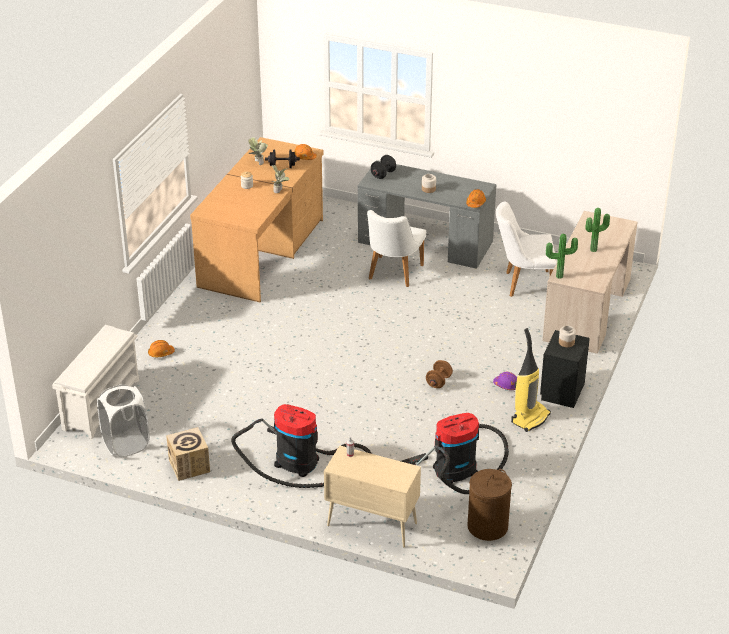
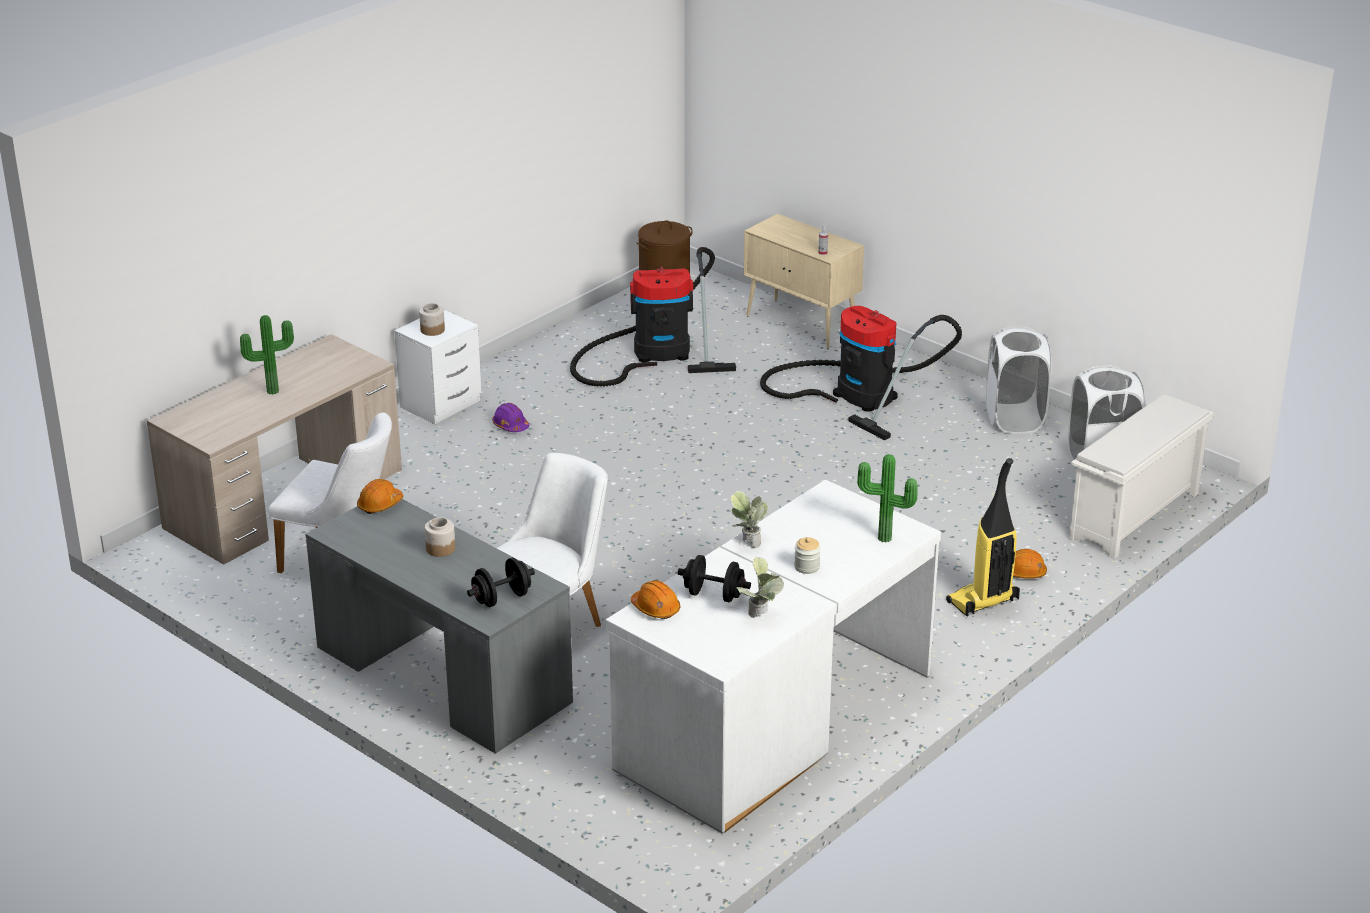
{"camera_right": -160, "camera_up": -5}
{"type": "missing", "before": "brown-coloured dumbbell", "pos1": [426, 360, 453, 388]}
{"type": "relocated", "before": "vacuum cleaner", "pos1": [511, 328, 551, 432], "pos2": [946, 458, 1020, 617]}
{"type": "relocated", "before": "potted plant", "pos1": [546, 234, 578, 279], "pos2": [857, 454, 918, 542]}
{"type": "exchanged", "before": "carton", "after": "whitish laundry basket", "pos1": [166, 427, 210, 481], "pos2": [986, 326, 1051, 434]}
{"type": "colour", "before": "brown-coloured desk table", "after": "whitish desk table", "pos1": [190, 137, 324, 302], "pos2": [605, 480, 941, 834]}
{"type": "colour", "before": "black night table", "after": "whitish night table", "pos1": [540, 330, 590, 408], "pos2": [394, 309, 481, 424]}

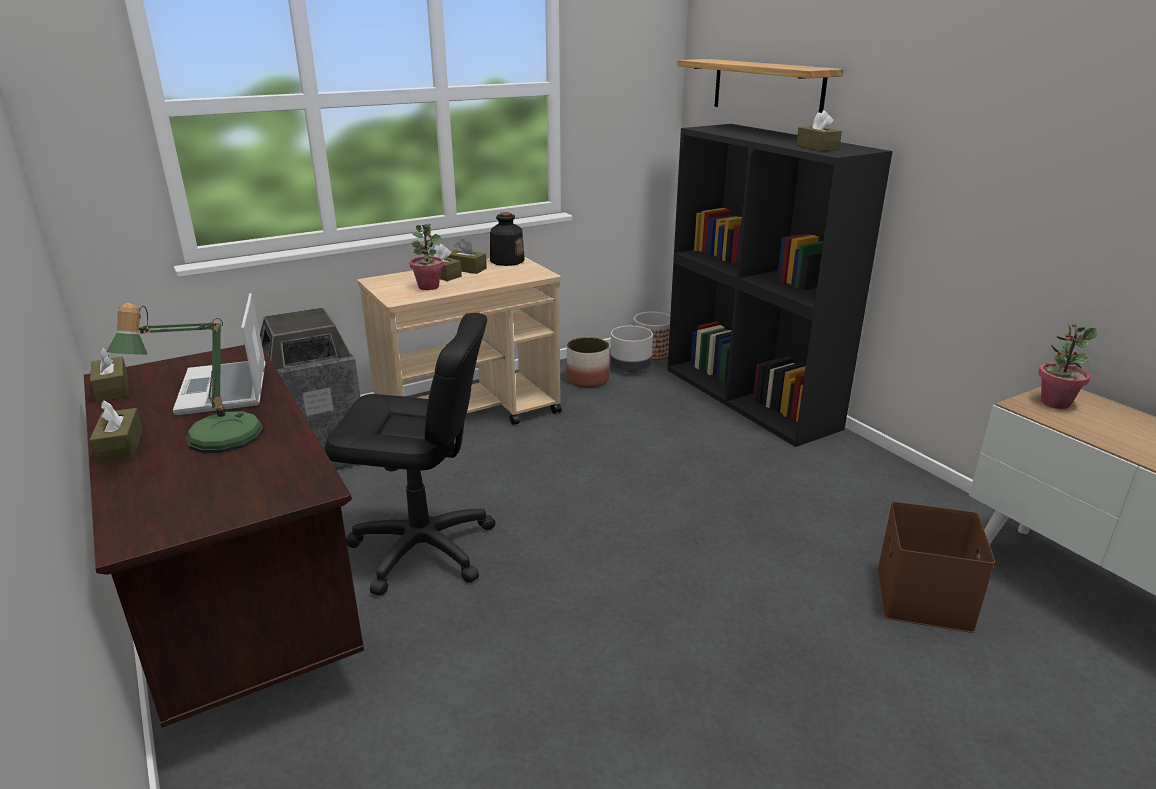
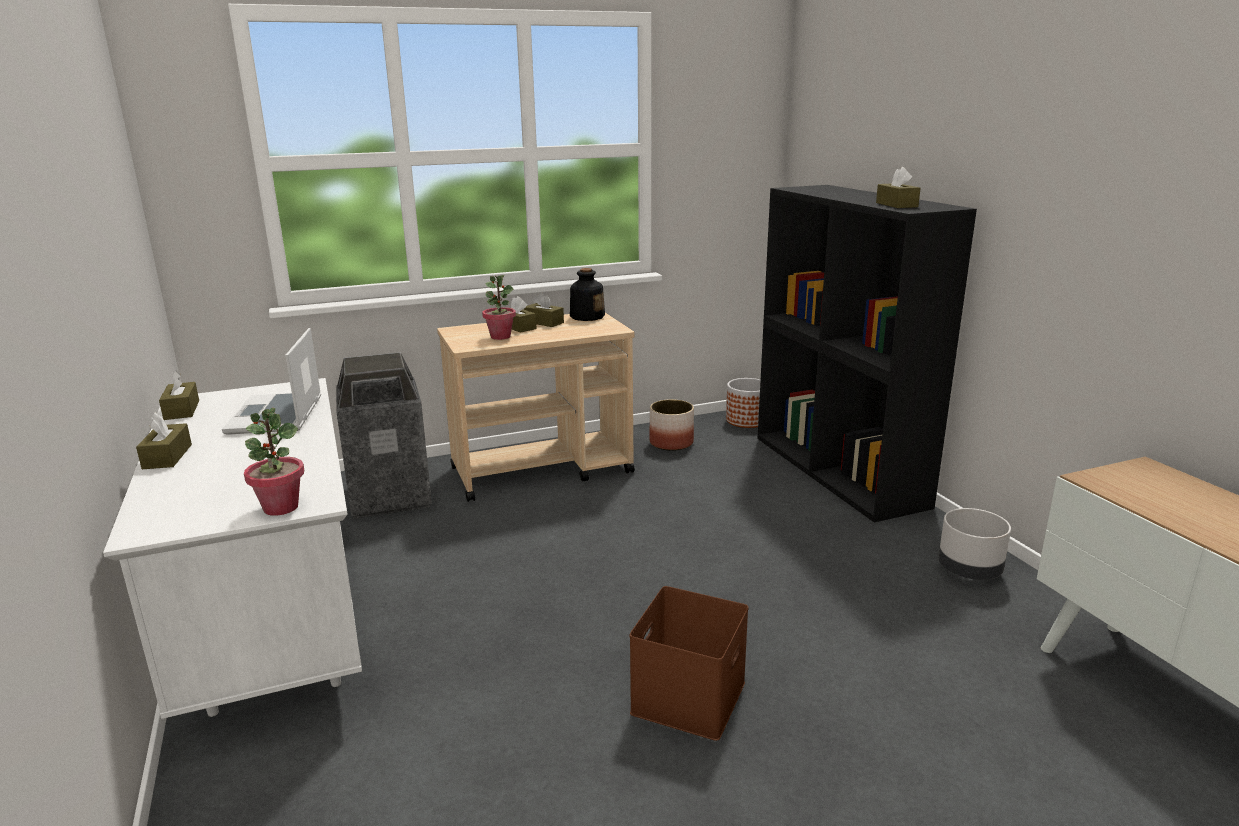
{"camera_right": 10, "camera_up": -5}
{"type": "missing", "before": "table lamp", "pos1": [106, 303, 264, 453]}
{"type": "missing", "before": "black office chair", "pos1": [325, 313, 495, 596]}
{"type": "missing", "before": "bracket shelf", "pos1": [677, 59, 844, 113]}
{"type": "relocated", "before": "grey plant pot", "pos1": [610, 326, 653, 372], "pos2": [938, 508, 1011, 580]}
{"type": "relocated", "before": "brown-coloured storage box", "pos1": [877, 501, 995, 633], "pos2": [629, 586, 749, 741]}
{"type": "relocated", "before": "potted plant", "pos1": [1039, 324, 1097, 409], "pos2": [244, 408, 304, 516]}
{"type": "colour", "before": "brown-coloured desk table", "after": "whitish desk table", "pos1": [84, 345, 364, 728], "pos2": [103, 378, 362, 719]}

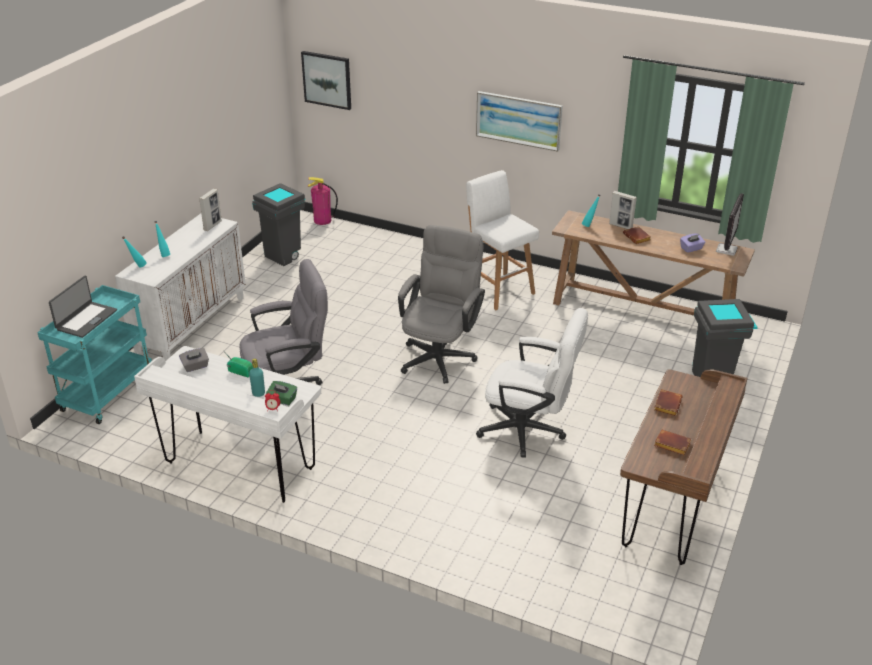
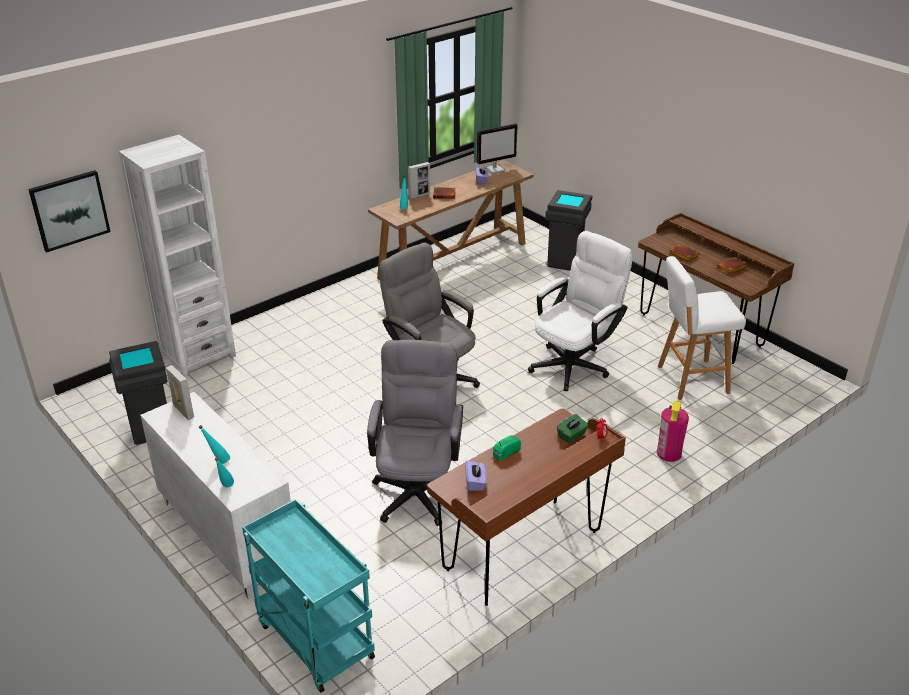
{"camera_right": -65, "camera_up": 0}
{"type": "missing", "before": "notebook computer", "pos1": [49, 276, 117, 338]}
{"type": "missing", "before": "turquoise-coloured beverage bottle", "pos1": [249, 358, 265, 397]}
{"type": "missing", "before": "picture", "pos1": [476, 91, 563, 152]}
{"type": "appeared", "after": "whitish bookshelf", "pos2": [119, 135, 236, 378]}
{"type": "relocated", "before": "fire extinguisher", "pos1": [308, 177, 338, 225], "pos2": [657, 401, 689, 462]}
{"type": "relocated", "before": "whitish stool seat", "pos1": [466, 170, 539, 310], "pos2": [658, 256, 746, 400]}
{"type": "colour", "before": "whitish desk table", "after": "brown-coloured desk table", "pos1": [134, 346, 321, 503], "pos2": [427, 409, 626, 606]}
{"type": "colour", "before": "grey tissue holder", "after": "purple-coloured tissue holder", "pos1": [179, 348, 209, 372], "pos2": [465, 461, 486, 491]}
{"type": "spun", "before": "computer display", "pos1": [716, 193, 744, 256], "pos2": [477, 124, 517, 174], "turn": 105}

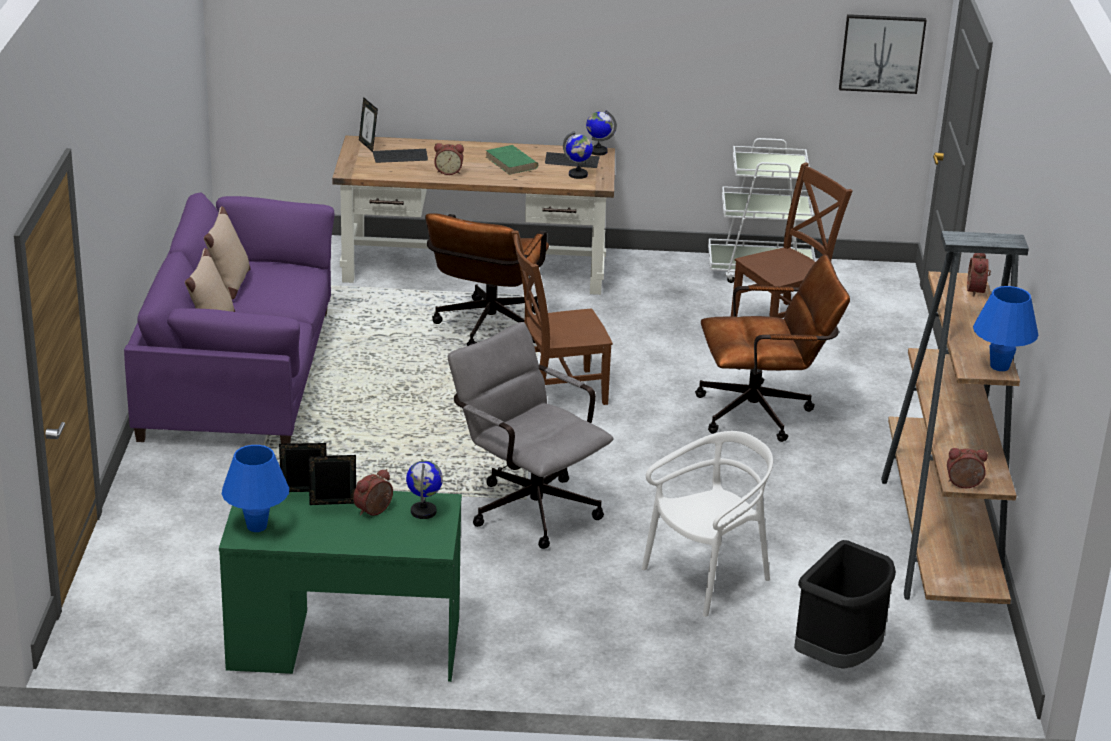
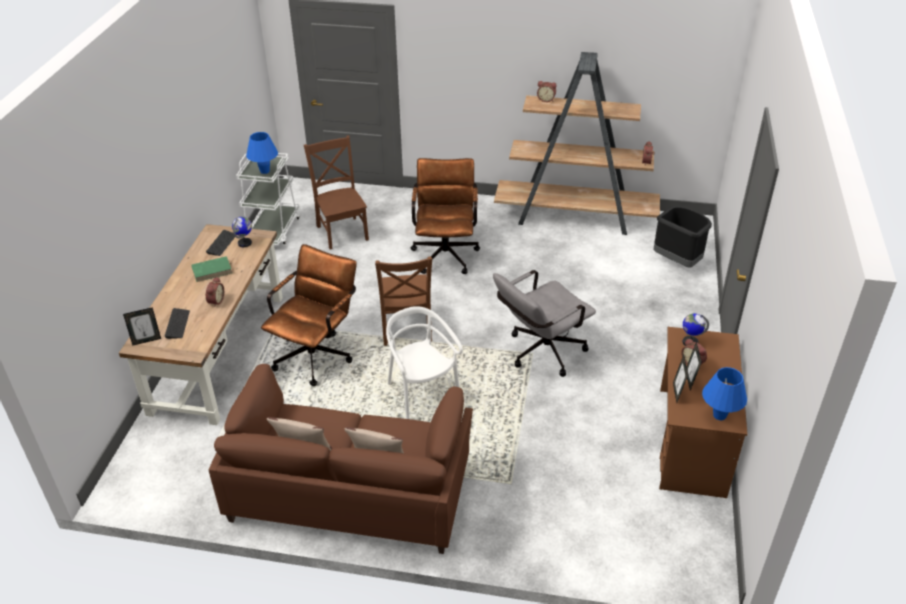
{"camera_right": -80, "camera_up": 10}
{"type": "missing", "before": "globe", "pos1": [586, 110, 617, 155]}
{"type": "missing", "before": "picture", "pos1": [839, 14, 927, 94]}
{"type": "relocated", "before": "whitish plain chair", "pos1": [641, 431, 773, 617], "pos2": [386, 306, 463, 419]}
{"type": "relocated", "before": "bluish table lamp", "pos1": [973, 286, 1038, 371], "pos2": [246, 132, 278, 174]}
{"type": "colour", "before": "purple-coloured sofa", "after": "brown-coloured sofa", "pos1": [124, 193, 334, 444], "pos2": [209, 364, 473, 554]}
{"type": "colour", "before": "green desk table", "after": "brown-coloured desk table", "pos1": [219, 491, 462, 682], "pos2": [659, 327, 748, 498]}
{"type": "spun", "before": "brown-coloured office chair", "pos1": [425, 213, 549, 346], "pos2": [261, 244, 357, 386], "turn": -90}

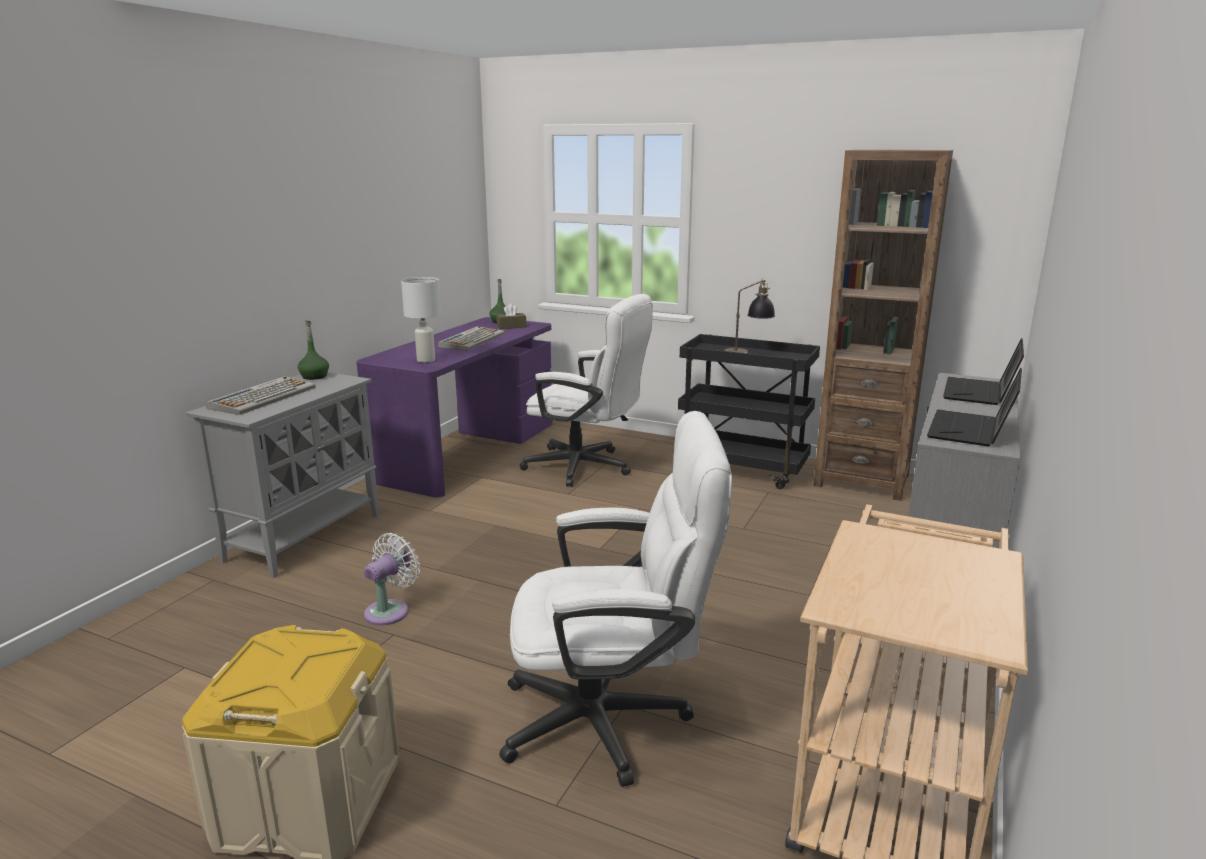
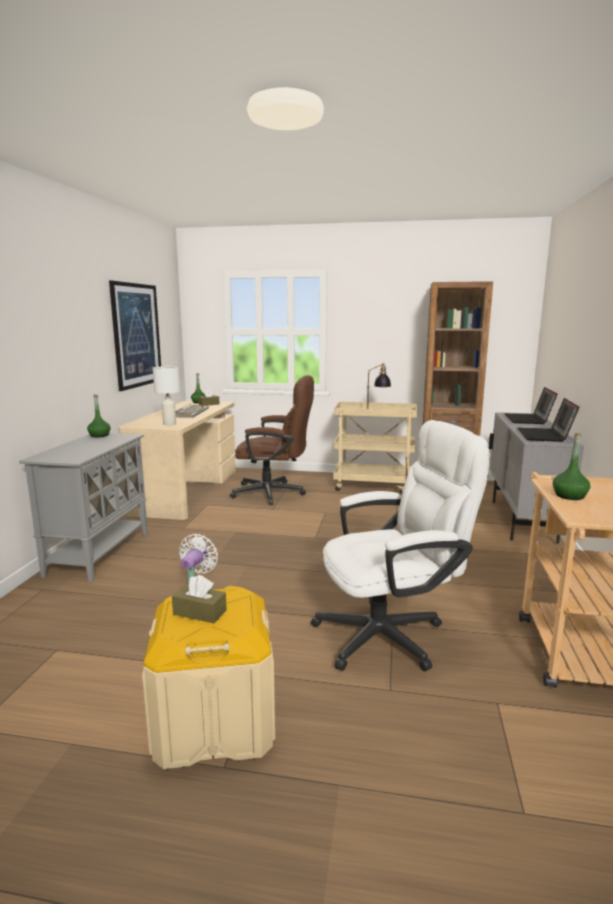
{"camera_right": -15, "camera_up": -5}
{"type": "missing", "before": "PC keyboard", "pos1": [206, 376, 316, 415]}
{"type": "appeared", "after": "picture", "pos2": [109, 281, 161, 391]}
{"type": "appeared", "after": "brown-coloured tissue holder", "pos2": [172, 575, 227, 623]}
{"type": "appeared", "after": "green beverage bottle", "pos2": [553, 433, 590, 500]}
{"type": "colour", "before": "purple-coloured desk table", "after": "beige-coloured desk table", "pos1": [357, 317, 552, 498], "pos2": [118, 401, 236, 520]}
{"type": "colour", "before": "whitish office chair", "after": "brown-coloured office chair", "pos1": [519, 294, 653, 487], "pos2": [230, 375, 314, 505]}
{"type": "colour", "before": "black wheeled cart", "after": "beige-coloured wheeled cart", "pos1": [678, 334, 820, 489], "pos2": [333, 402, 417, 494]}

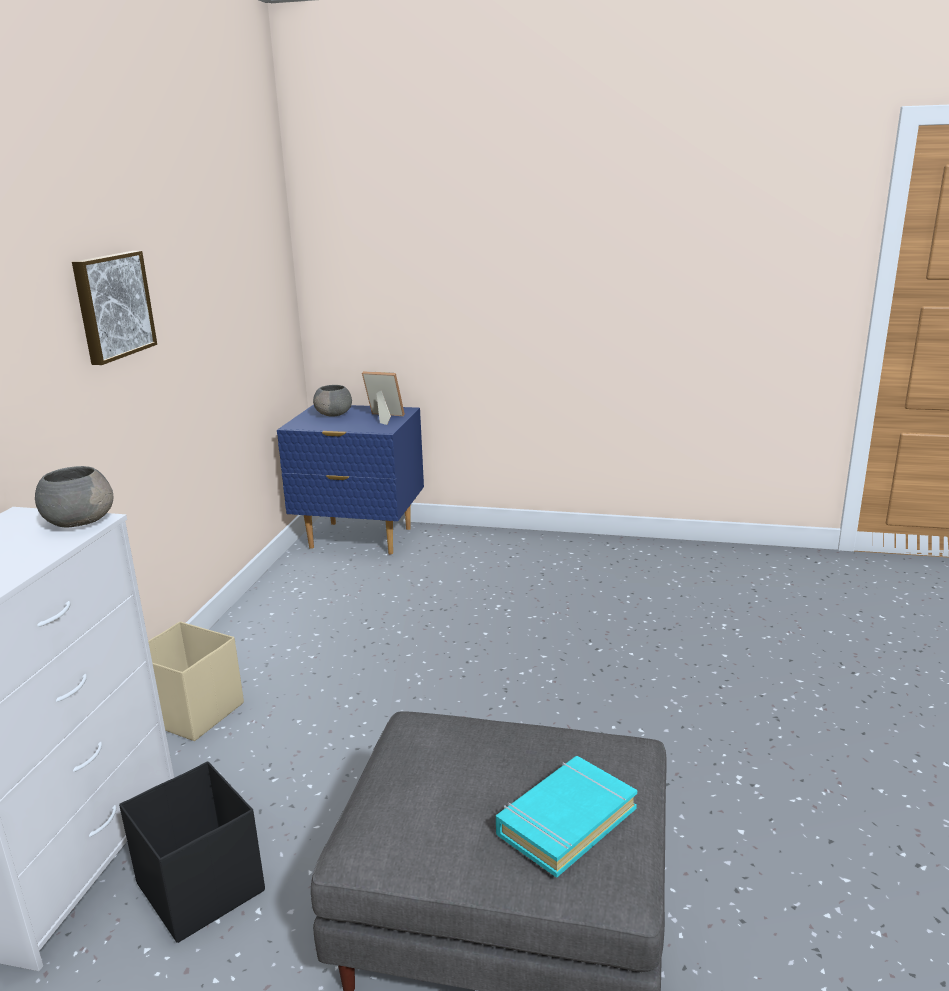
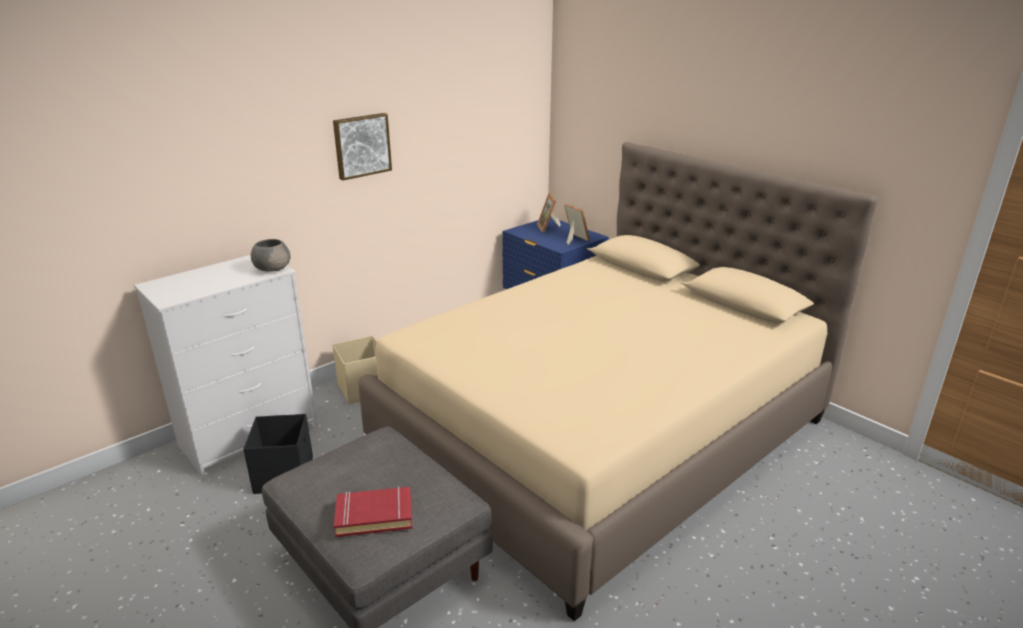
{"camera_right": 35, "camera_up": 5}
{"type": "appeared", "after": "beige-coloured bedroom bed", "pos2": [358, 142, 878, 621]}
{"type": "exchanged", "before": "grey deep dish", "after": "standing frame", "pos1": [313, 385, 352, 417], "pos2": [537, 193, 561, 233]}
{"type": "colour", "before": "turquoise-coloured book", "after": "reddish book", "pos1": [496, 756, 637, 878], "pos2": [334, 486, 412, 537]}

